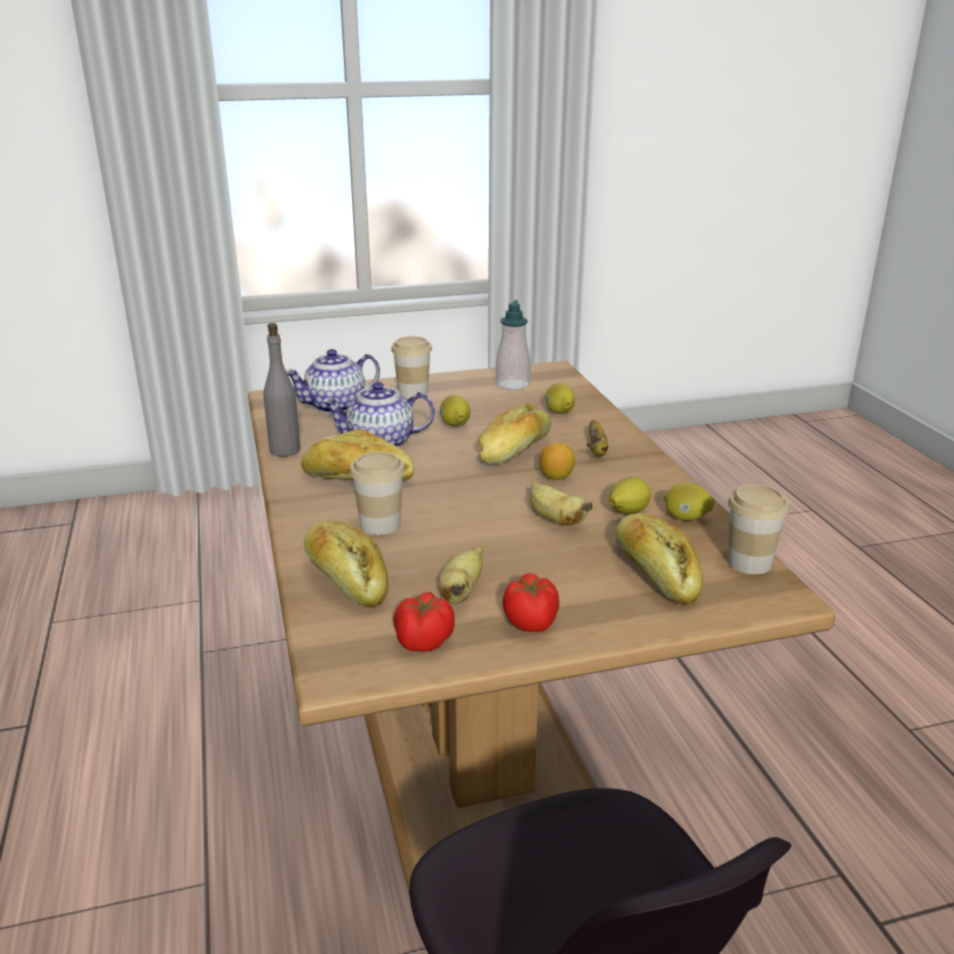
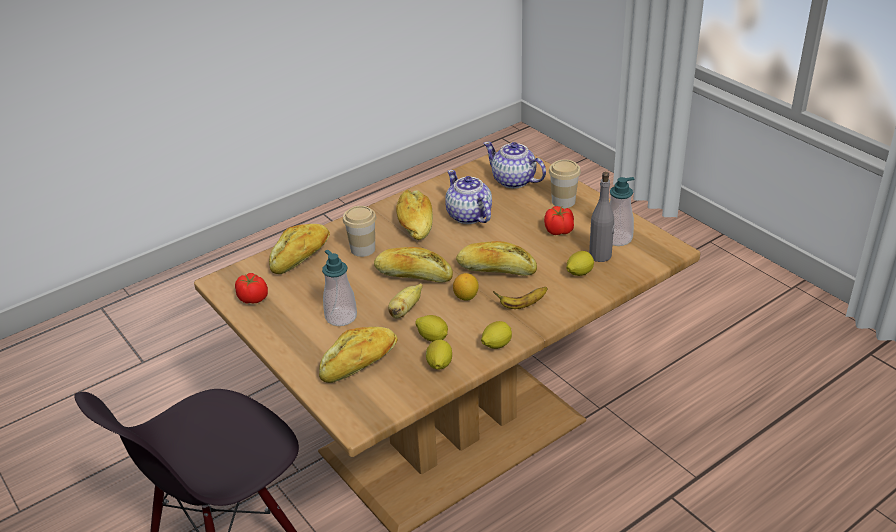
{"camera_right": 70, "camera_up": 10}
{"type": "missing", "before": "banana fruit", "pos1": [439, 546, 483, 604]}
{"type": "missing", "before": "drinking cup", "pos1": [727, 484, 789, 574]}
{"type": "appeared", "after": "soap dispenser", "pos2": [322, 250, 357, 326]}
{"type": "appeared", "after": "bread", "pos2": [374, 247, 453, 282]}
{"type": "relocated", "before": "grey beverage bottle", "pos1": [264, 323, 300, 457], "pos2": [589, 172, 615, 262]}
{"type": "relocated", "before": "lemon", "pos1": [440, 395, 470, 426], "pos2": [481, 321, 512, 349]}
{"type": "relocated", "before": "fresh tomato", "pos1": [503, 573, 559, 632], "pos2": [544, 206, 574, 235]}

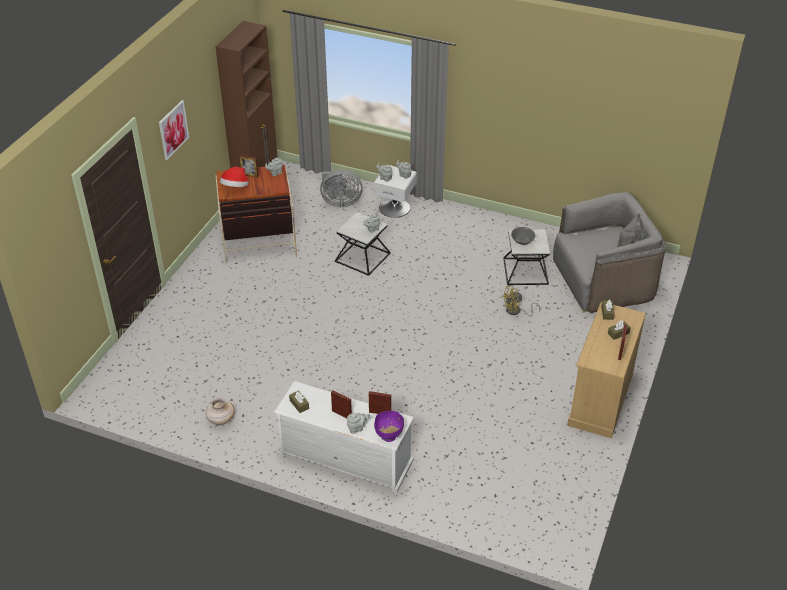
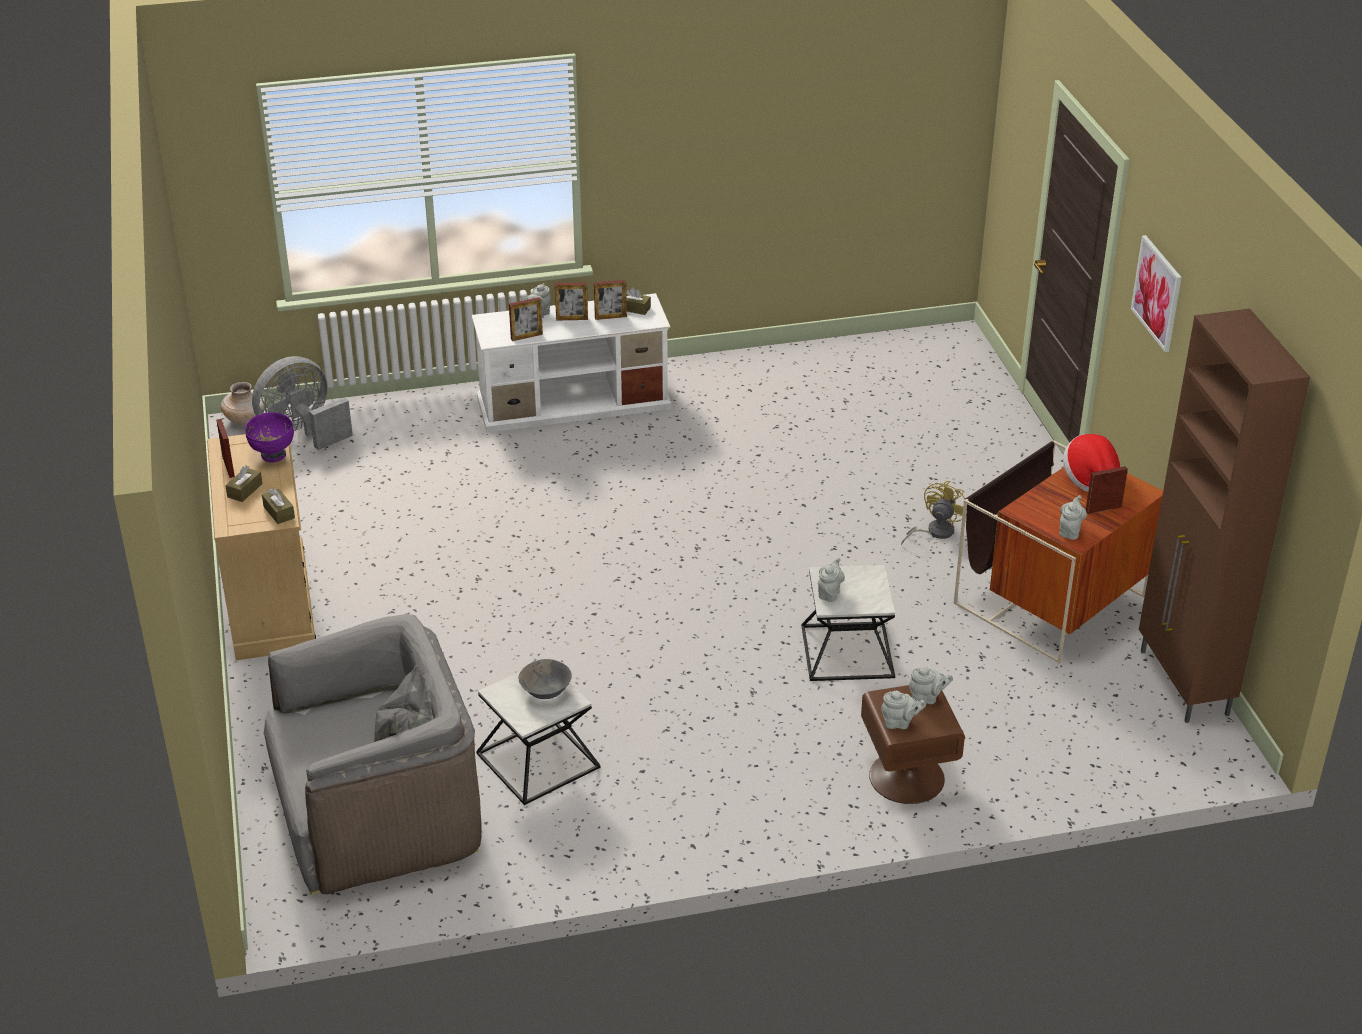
{"camera_right": 145, "camera_up": -5}
{"type": "appeared", "after": "standing frame", "pos2": [594, 280, 627, 320]}
{"type": "relocated", "before": "beige-coloured vase", "pos1": [205, 398, 235, 425], "pos2": [221, 382, 265, 426]}
{"type": "relocated", "before": "grey cooling fan", "pos1": [320, 170, 363, 208], "pos2": [252, 356, 353, 450]}
{"type": "relocated", "before": "purple-coloured deep dish", "pos1": [374, 411, 404, 442], "pos2": [245, 412, 294, 462]}
{"type": "relocated", "before": "yellow cooling fan", "pos1": [502, 285, 540, 316], "pos2": [901, 481, 967, 545]}
{"type": "colour", "before": "whitish night table", "after": "brown-coloured night table", "pos1": [373, 165, 417, 218], "pos2": [861, 685, 965, 804]}
{"type": "spun", "before": "grey lounge chair", "pos1": [553, 192, 666, 313], "pos2": [264, 614, 482, 895], "turn": -150}

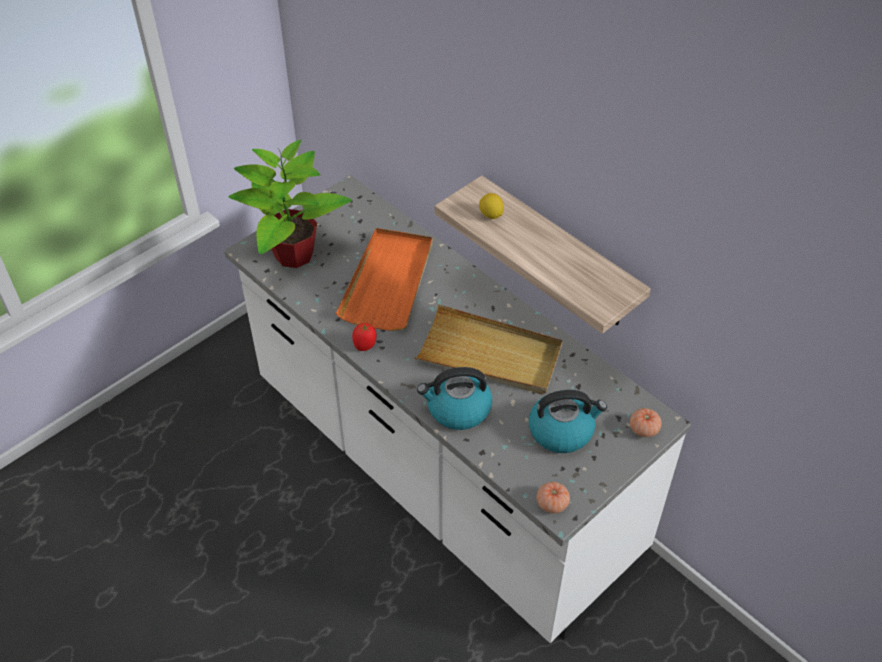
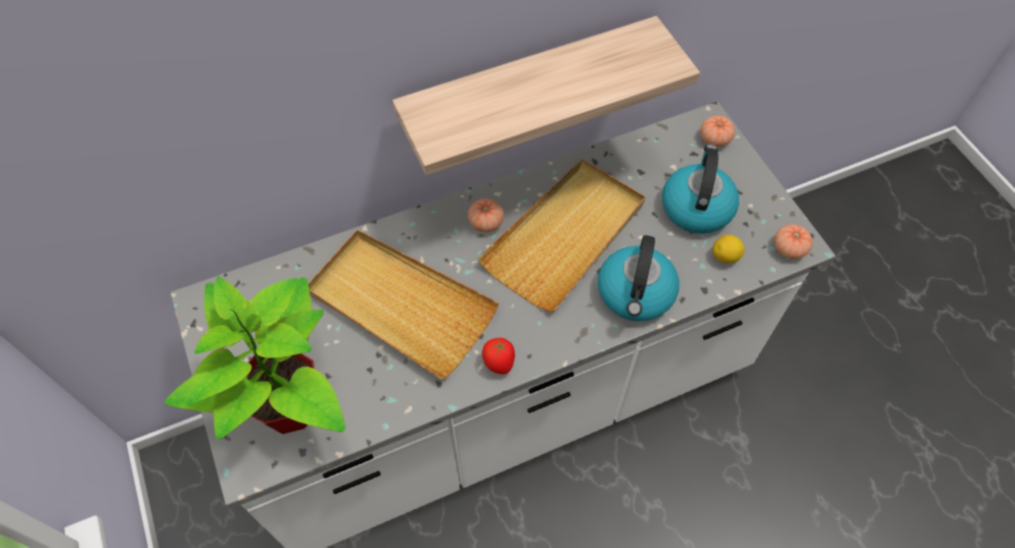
{"camera_right": -70, "camera_up": 10}
{"type": "appeared", "after": "fresh tomato", "pos2": [468, 198, 504, 232]}
{"type": "relocated", "before": "lemon", "pos1": [479, 193, 504, 219], "pos2": [713, 235, 745, 263]}
{"type": "colour", "before": "orangey serving tray", "after": "beige-coloured serving tray", "pos1": [336, 228, 433, 331], "pos2": [308, 230, 499, 380]}

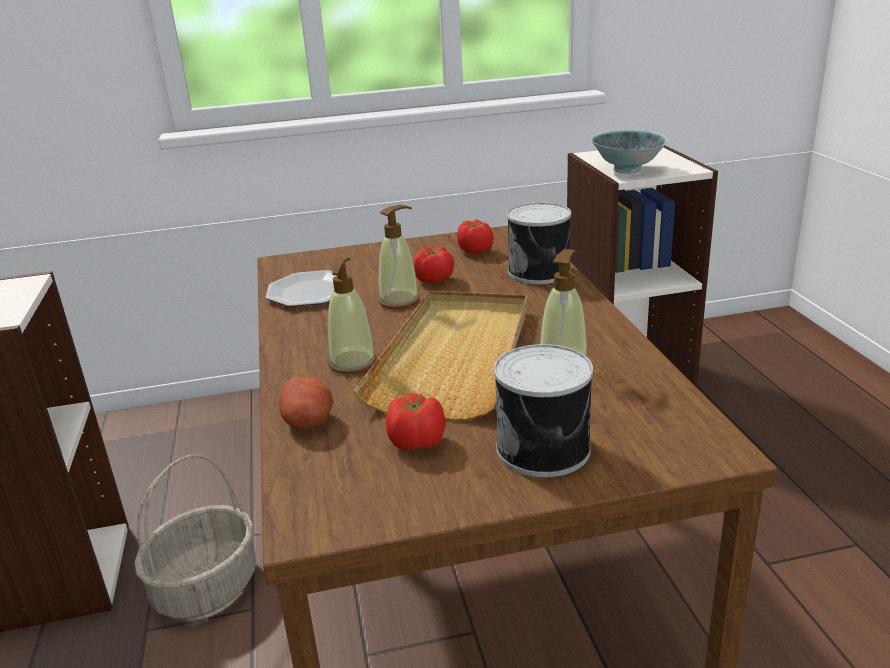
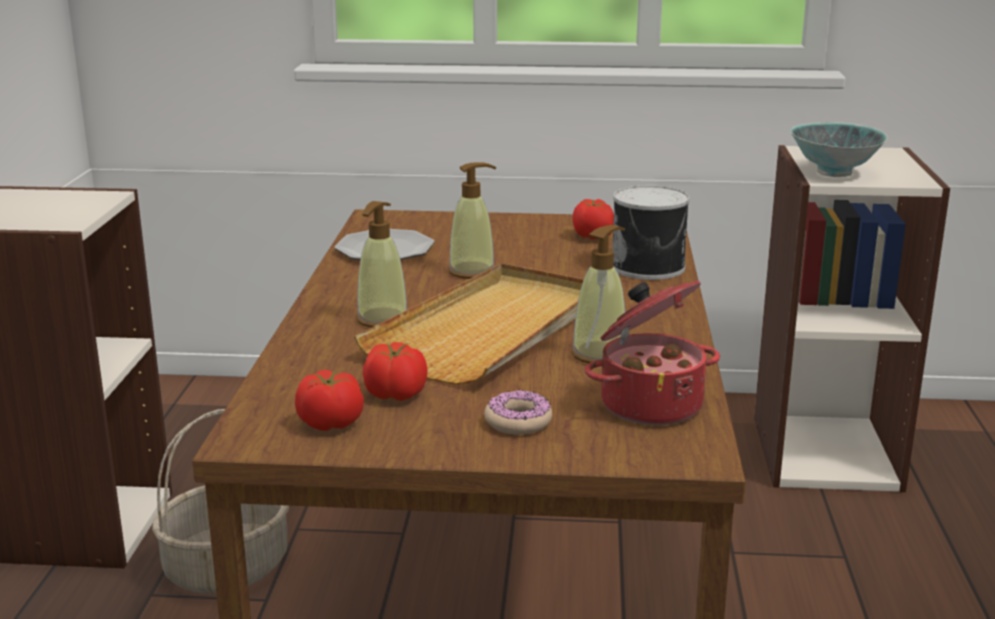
{"camera_right": 15, "camera_up": -5}
{"type": "missing", "before": "spud", "pos1": [279, 376, 333, 429]}
{"type": "appeared", "after": "stockpot", "pos2": [585, 281, 720, 425]}
{"type": "relocated", "before": "fresh tomato", "pos1": [413, 247, 454, 284], "pos2": [295, 370, 364, 431]}
{"type": "exchanged", "before": "sealed can", "after": "donut", "pos1": [494, 344, 593, 477], "pos2": [484, 390, 552, 435]}

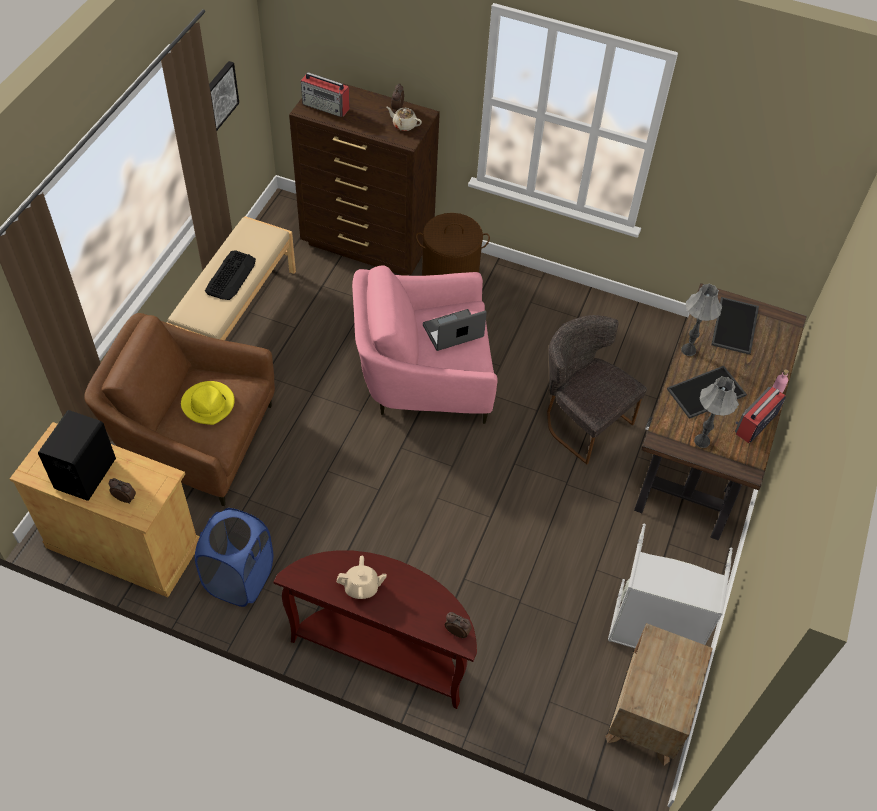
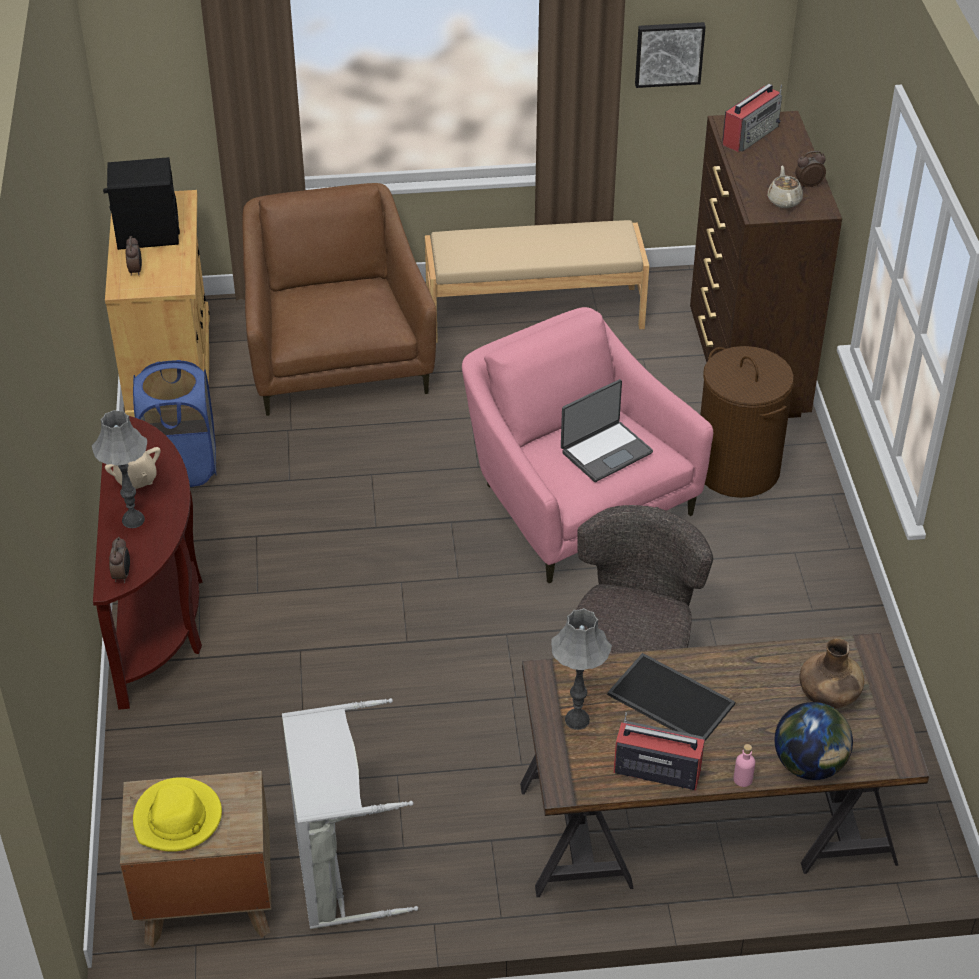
{"camera_right": 65, "camera_up": -10}
{"type": "missing", "before": "PC keyboard", "pos1": [205, 250, 256, 300]}
{"type": "appeared", "after": "globe", "pos2": [774, 702, 853, 780]}
{"type": "relocated", "before": "yellow hat", "pos1": [181, 381, 235, 425], "pos2": [133, 777, 222, 852]}
{"type": "relocated", "before": "grey table lamp", "pos1": [681, 284, 722, 356], "pos2": [92, 410, 147, 528]}
{"type": "exchanged", "before": "serving tray", "after": "brown-coloured vase", "pos1": [711, 297, 759, 355], "pos2": [799, 638, 864, 709]}
{"type": "spun", "before": "radio set", "pos1": [301, 72, 350, 117], "pos2": [722, 84, 782, 152], "turn": -135}
{"type": "spun", "before": "notebook computer", "pos1": [423, 309, 487, 351], "pos2": [561, 379, 653, 482], "turn": 105}

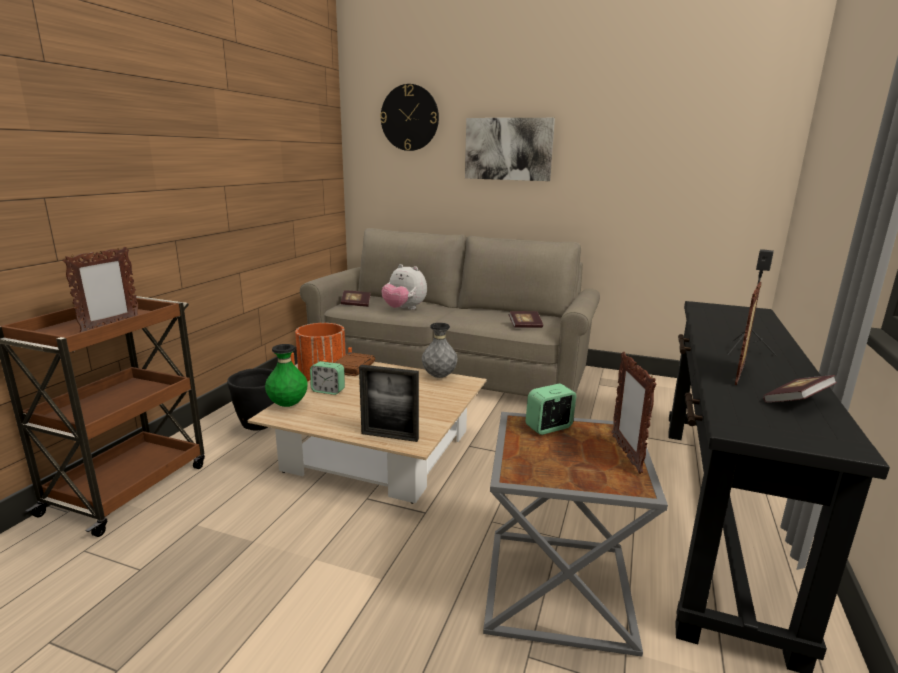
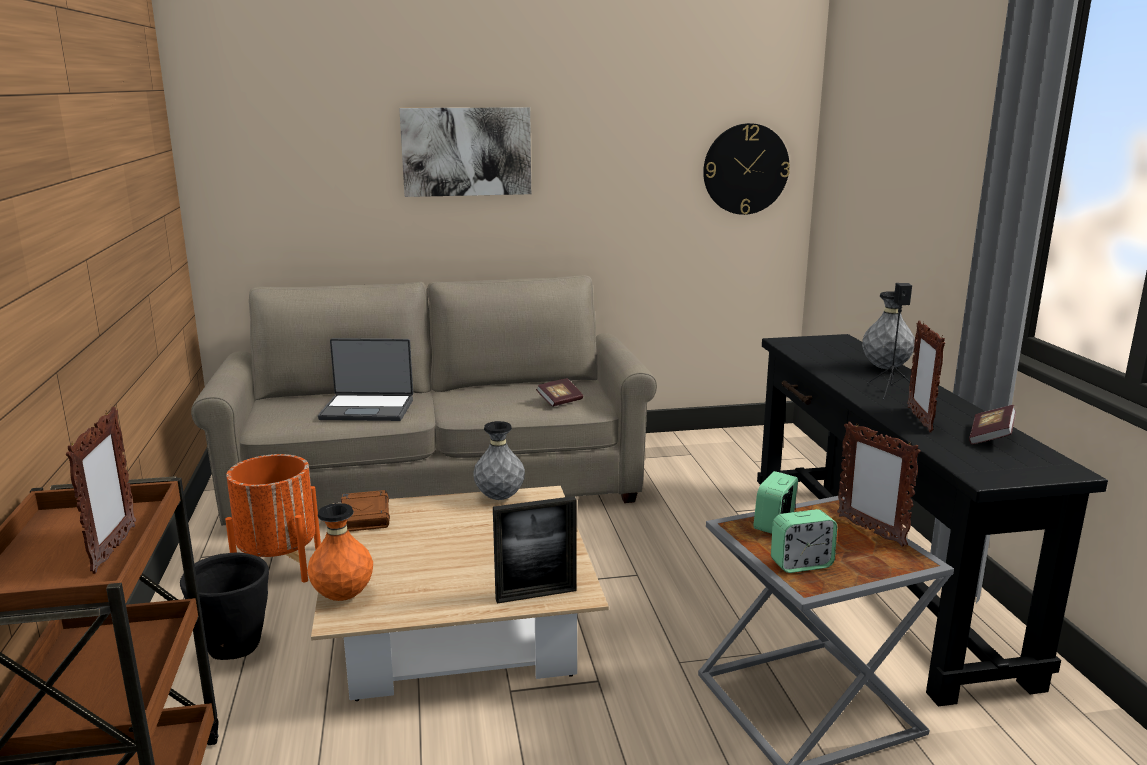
{"camera_right": -30, "camera_up": 0}
{"type": "missing", "before": "book", "pos1": [341, 290, 371, 307]}
{"type": "appeared", "after": "grey vase", "pos2": [862, 291, 915, 369]}
{"type": "relocated", "before": "table clock", "pos1": [310, 361, 345, 395], "pos2": [771, 509, 837, 573]}
{"type": "relocated", "before": "wall clock", "pos1": [380, 84, 439, 151], "pos2": [703, 123, 790, 215]}
{"type": "exchanged", "before": "soft toy", "after": "notebook computer", "pos1": [381, 264, 427, 310], "pos2": [318, 338, 413, 421]}
{"type": "colour", "before": "green vase", "after": "orangey vase", "pos1": [265, 344, 308, 407], "pos2": [307, 503, 373, 601]}

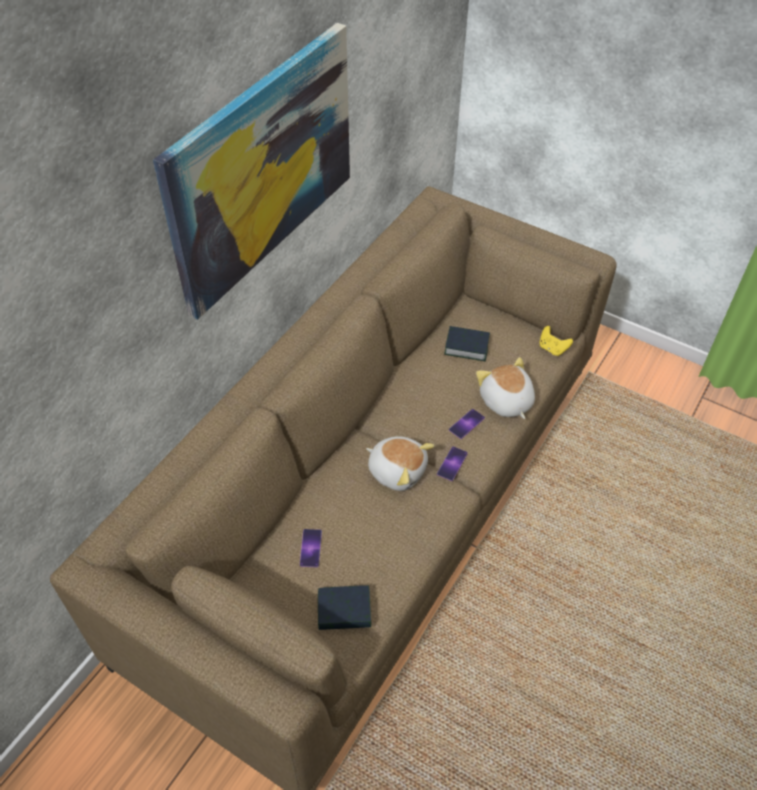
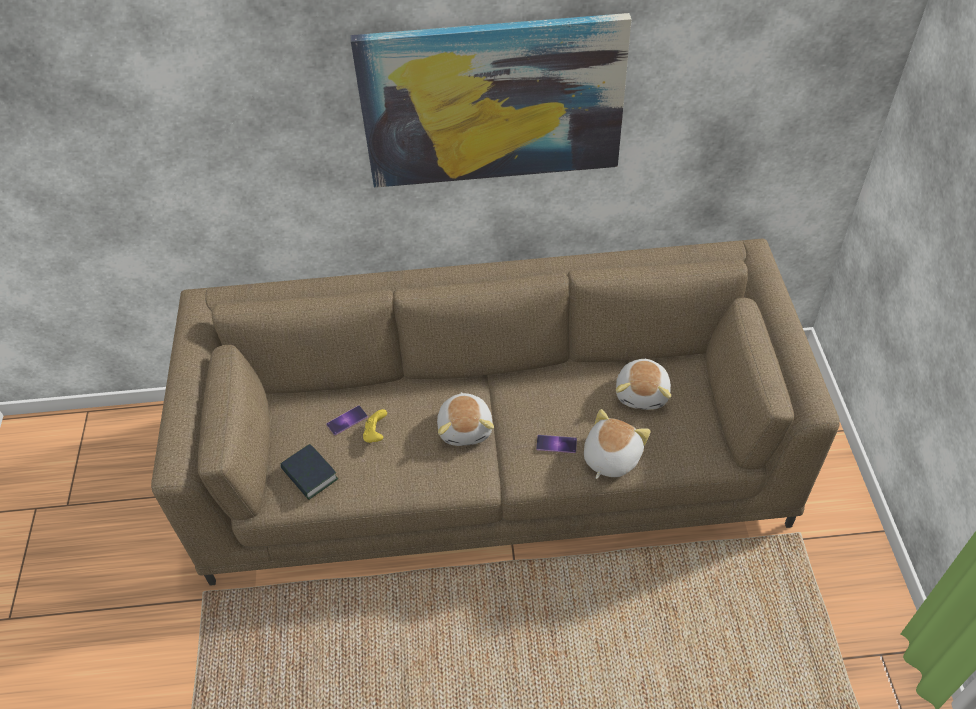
{"camera_right": 55, "camera_up": 0}
{"type": "missing", "before": "handset", "pos1": [437, 446, 468, 481]}
{"type": "relocated", "before": "yellow joypad", "pos1": [539, 326, 573, 356], "pos2": [363, 409, 387, 443]}
{"type": "exchanged", "before": "book", "after": "soft toy", "pos1": [444, 326, 490, 361], "pos2": [616, 358, 671, 410]}

